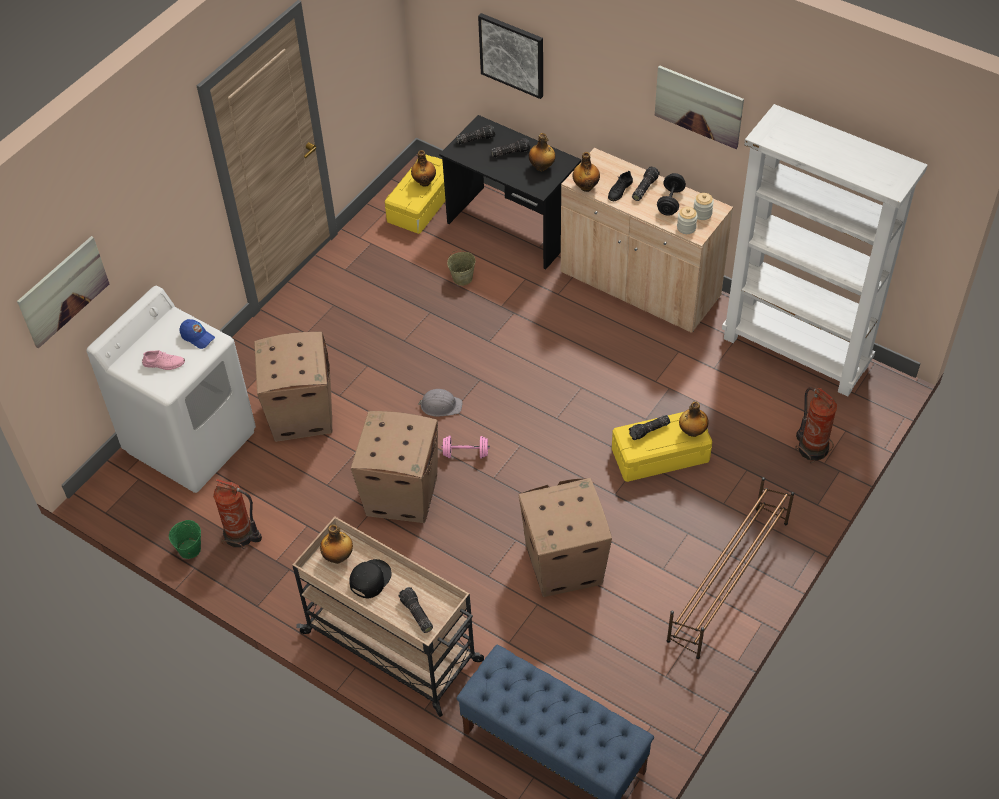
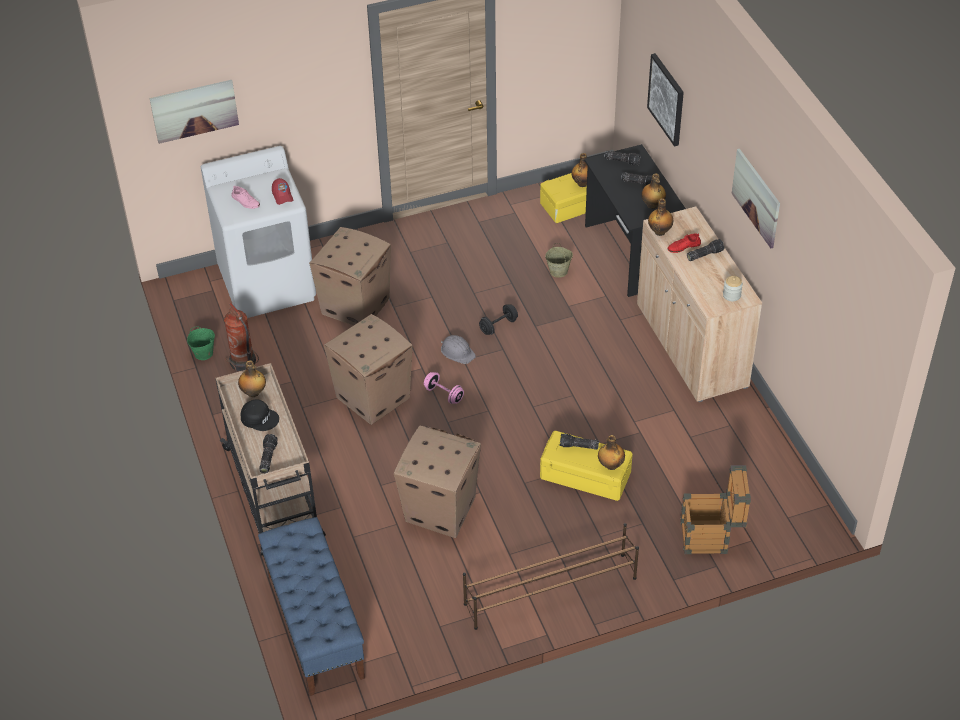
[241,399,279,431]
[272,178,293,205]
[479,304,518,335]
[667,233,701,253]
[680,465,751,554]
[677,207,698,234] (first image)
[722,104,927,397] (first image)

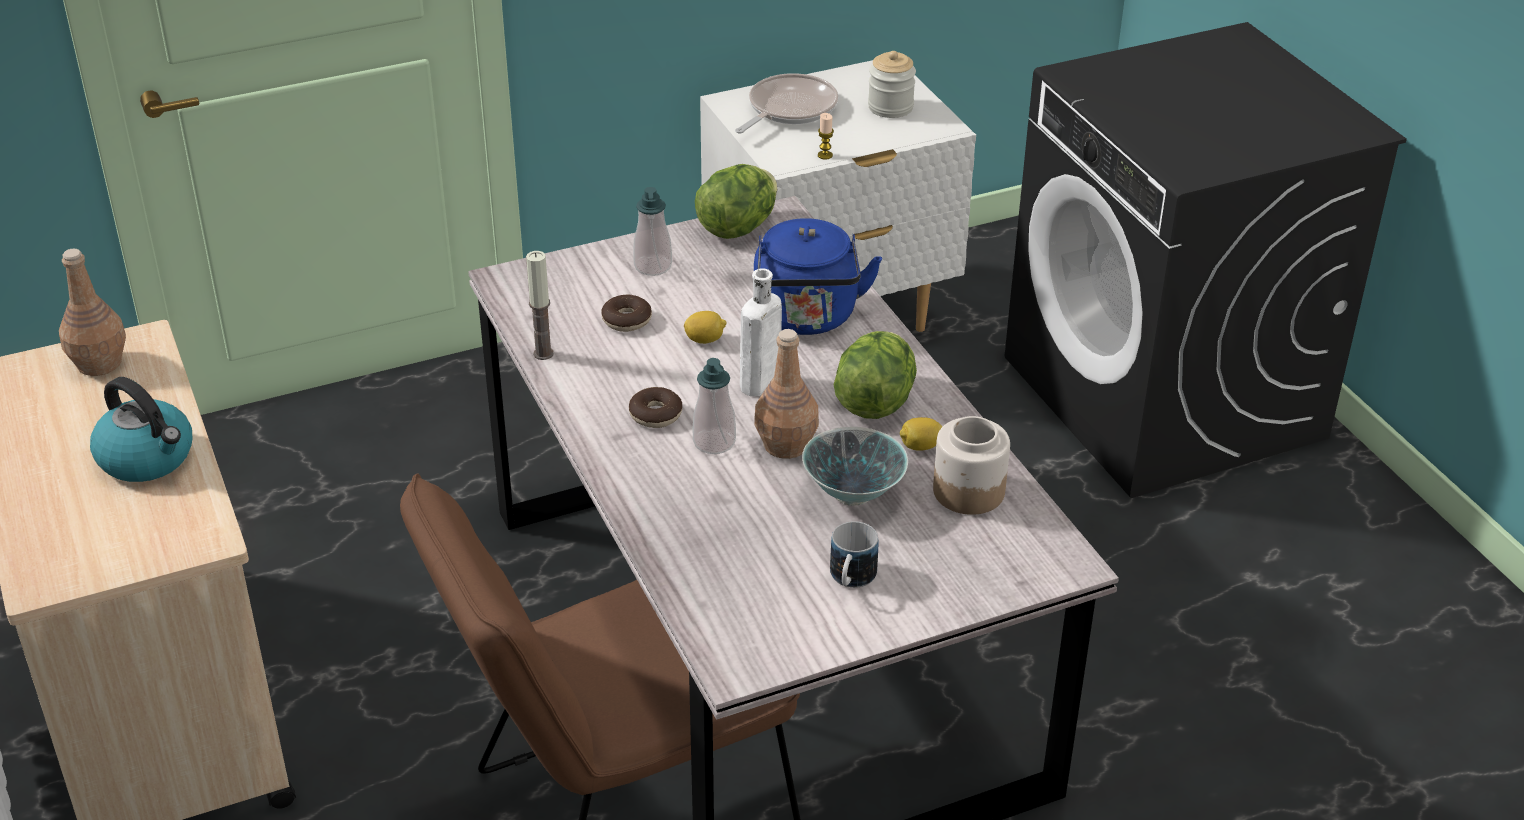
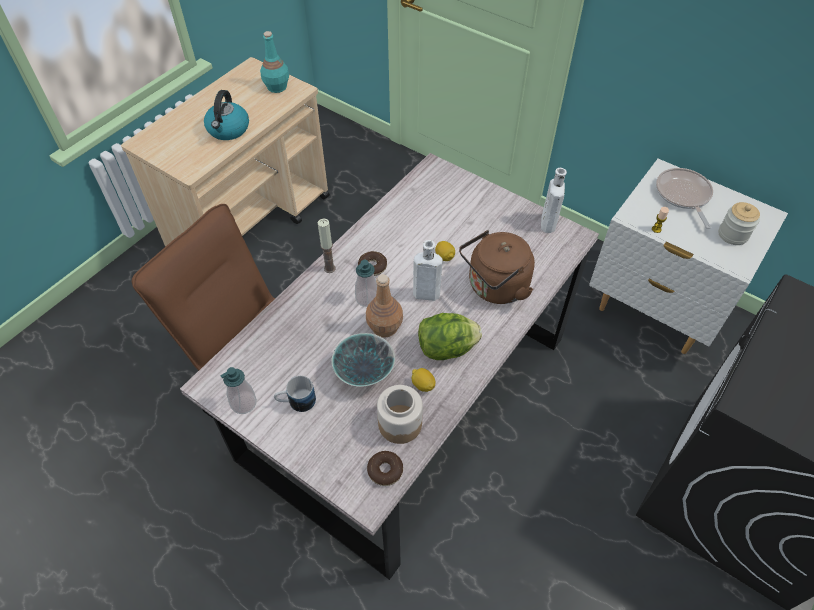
[220,367,257,414]
[260,31,289,93]
[318,219,335,273]
[367,451,403,486]
[459,230,535,304]
[541,168,567,233]
[656,168,713,229]

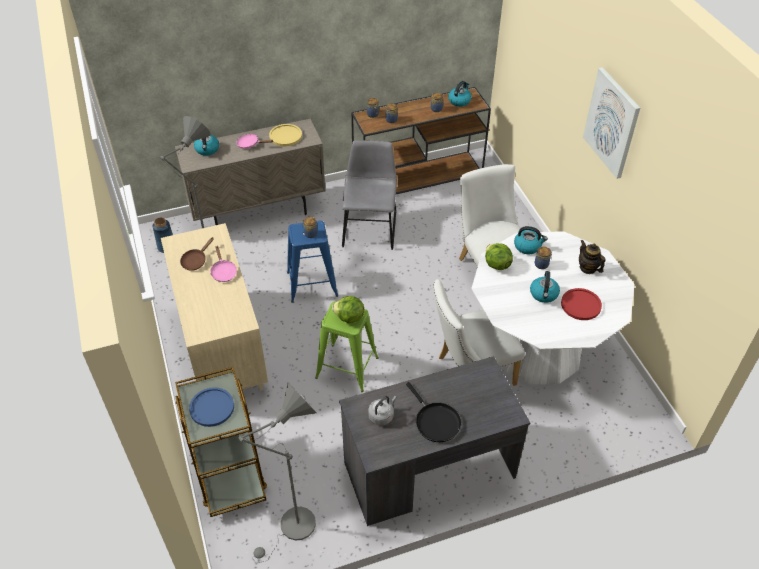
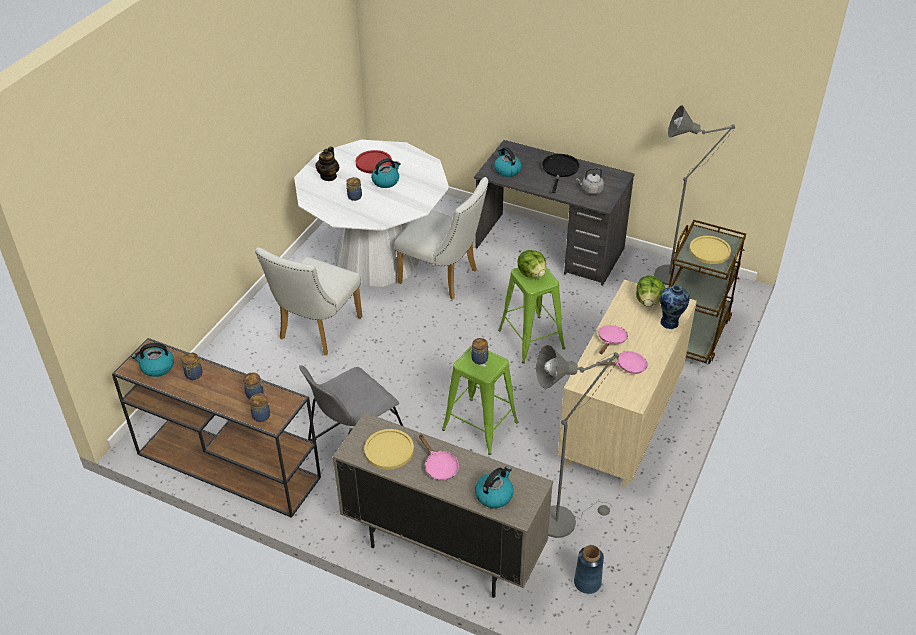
[442,345,518,455]
[494,147,522,177]
[597,351,647,374]
[636,276,665,307]
[660,285,690,329]
[689,236,731,264]
[583,67,640,179] (first image)

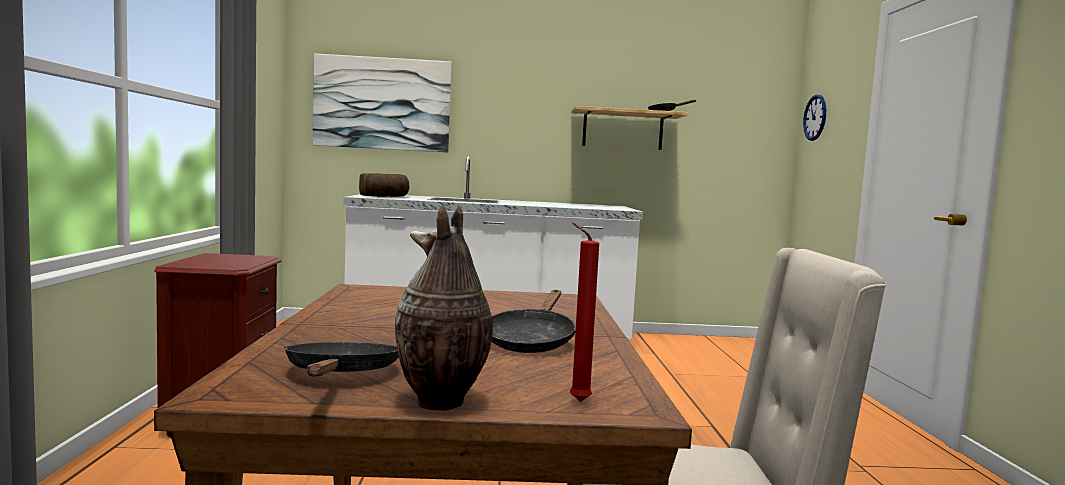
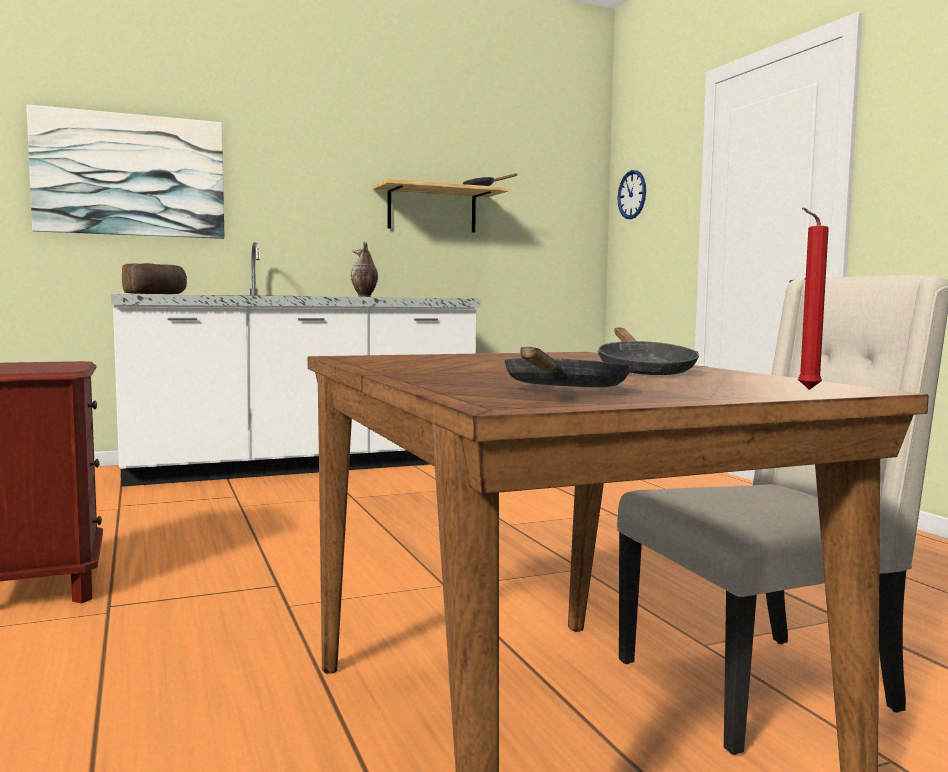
[351,242,378,297]
[504,347,633,387]

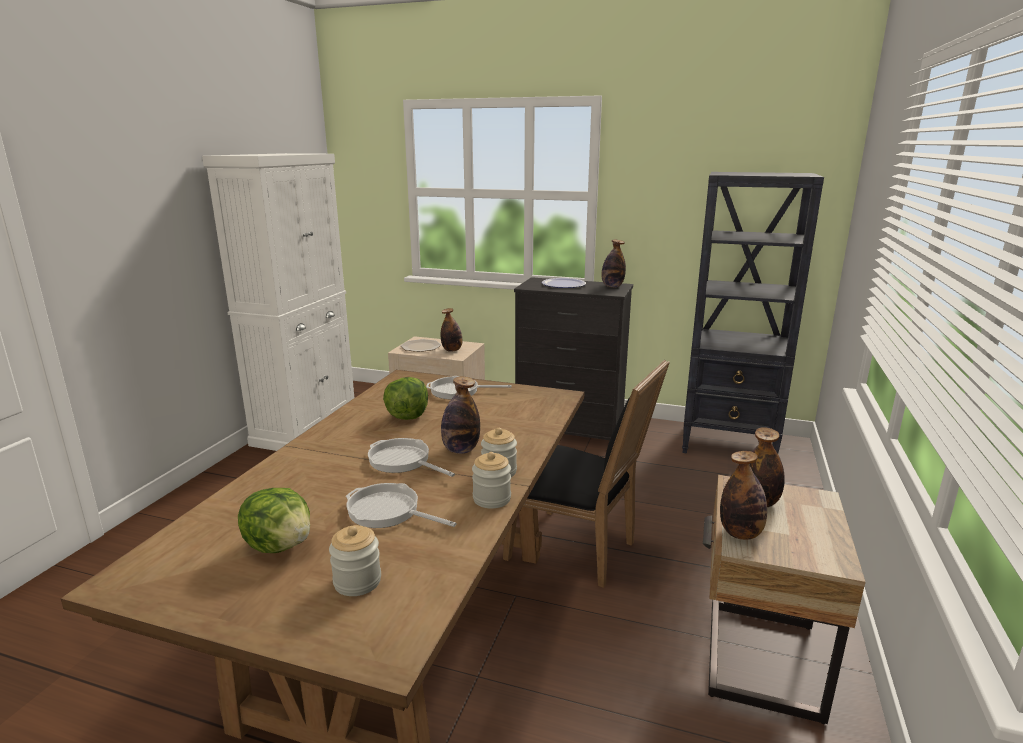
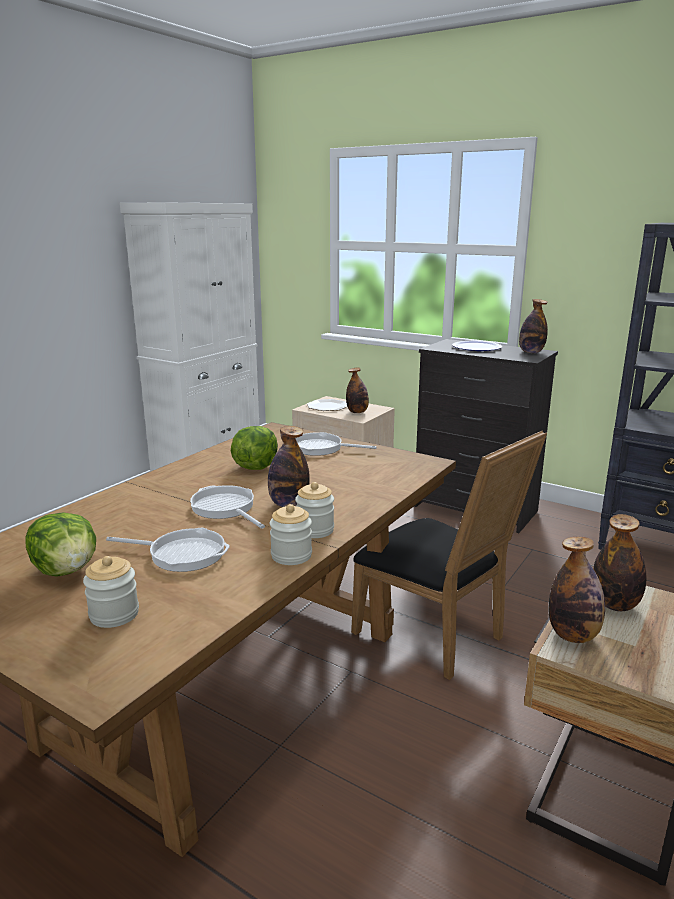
[106,528,230,572]

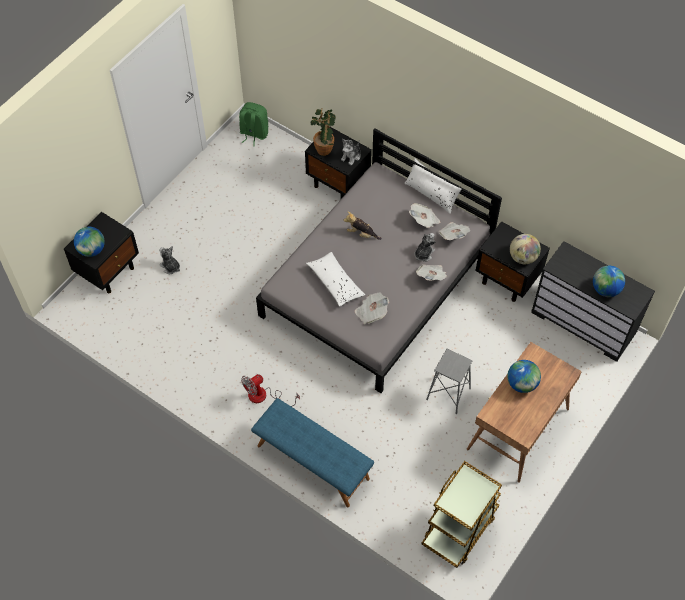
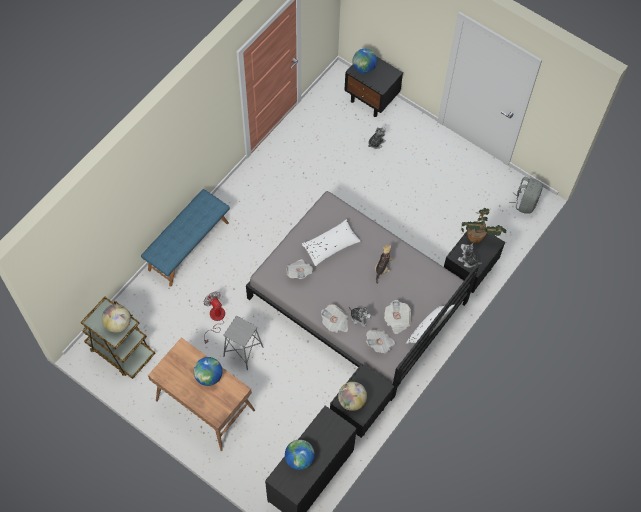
[102,304,131,333]
[204,291,225,344]
[509,177,543,214]

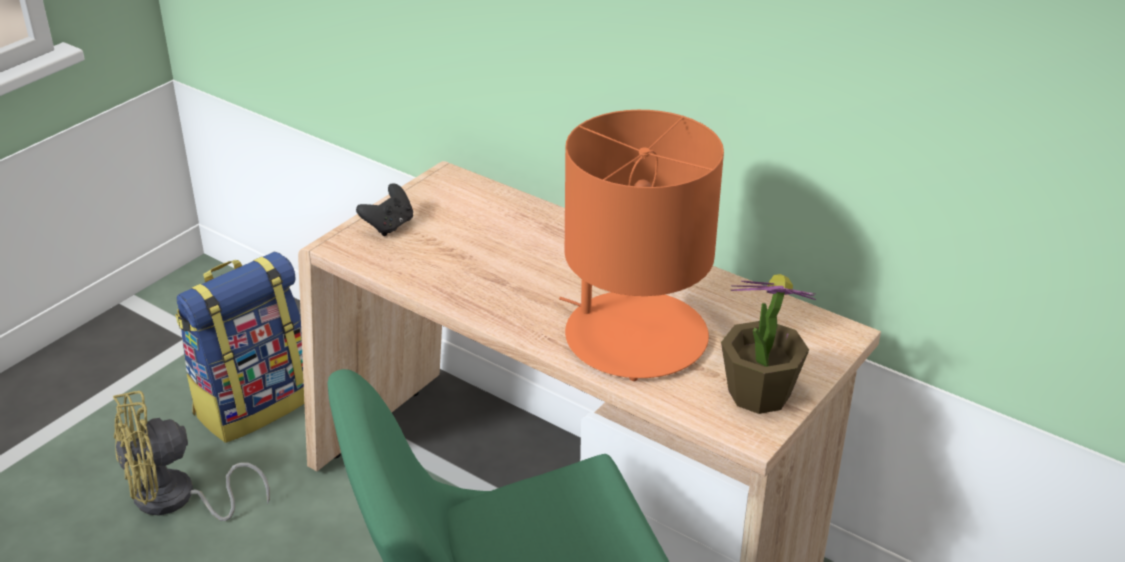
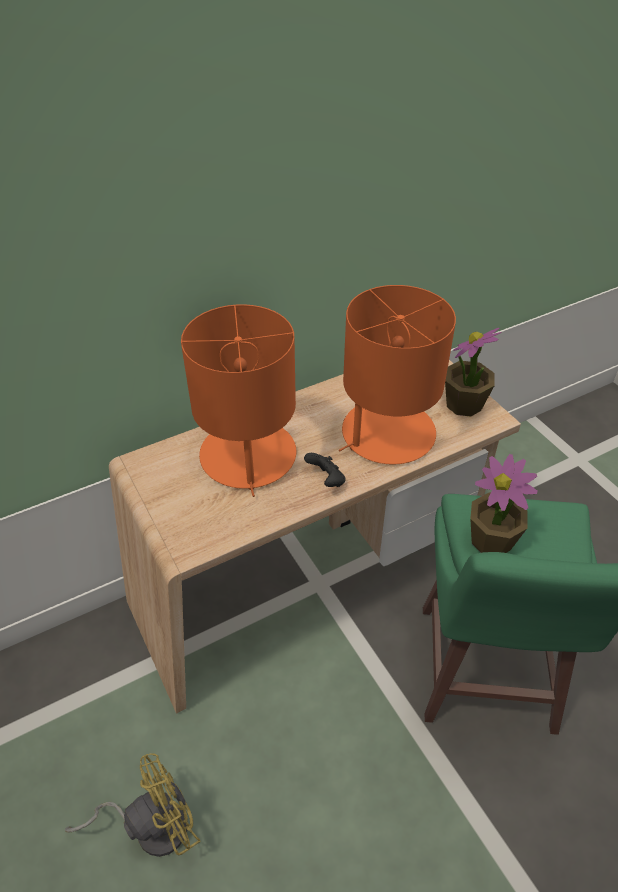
[65,753,201,857]
[181,304,296,497]
[304,453,346,487]
[470,454,538,553]
[175,252,304,443] (first image)

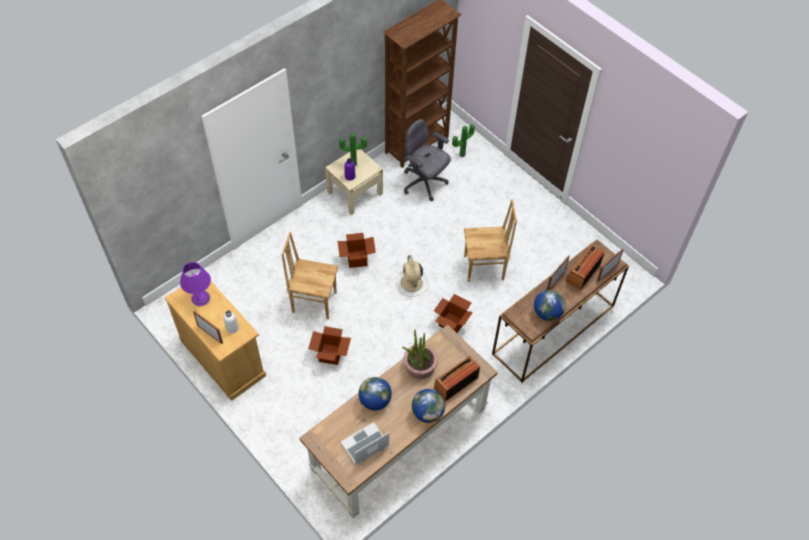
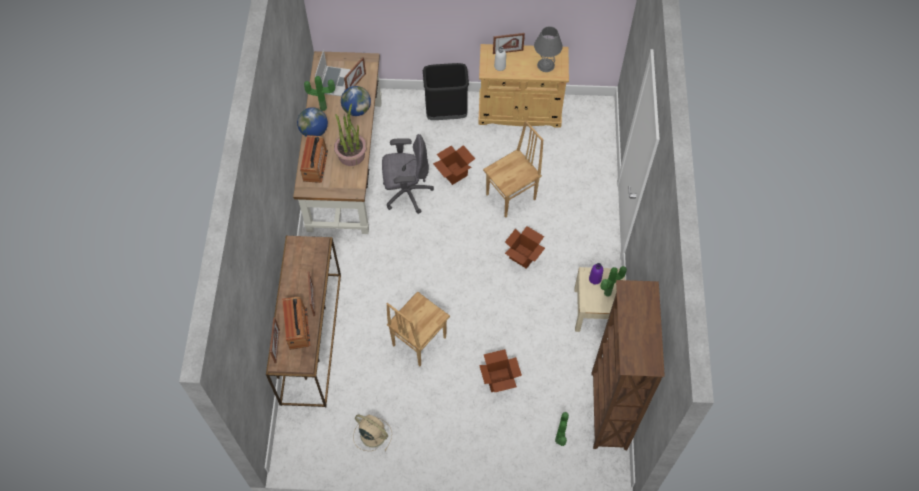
[304,76,335,111]
[344,57,366,89]
[353,415,392,451]
[382,134,434,214]
[423,63,469,120]
[479,349,522,392]
[534,26,563,72]
[534,289,566,321] (first image)

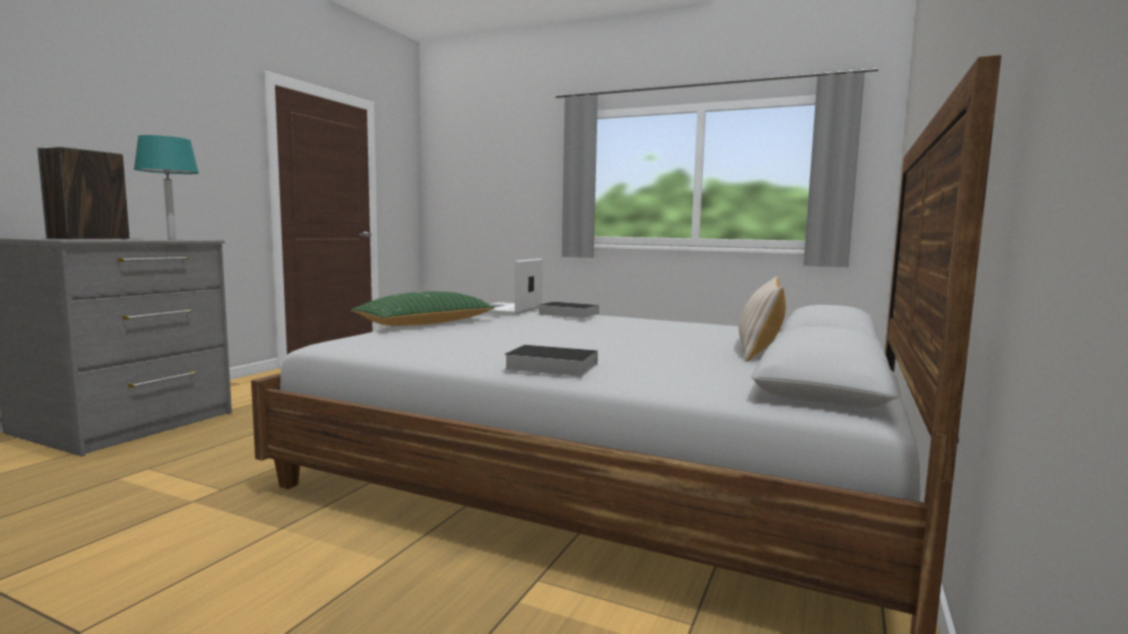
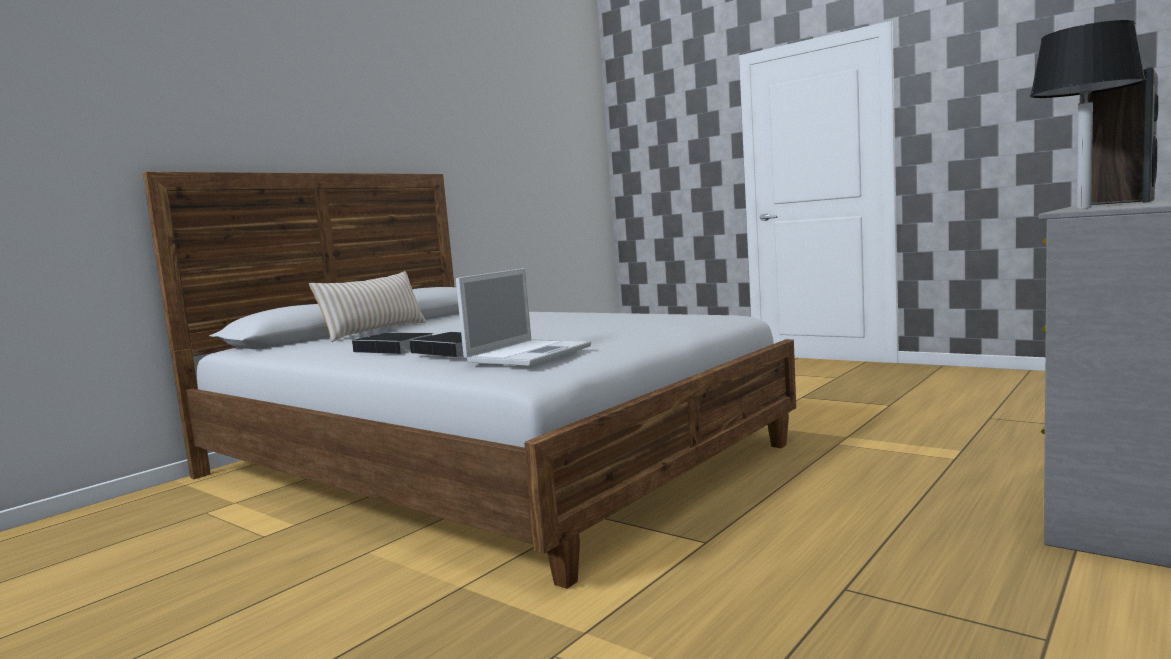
[352,332,434,354]
[1030,20,1146,209]
[351,291,495,326] (first image)

